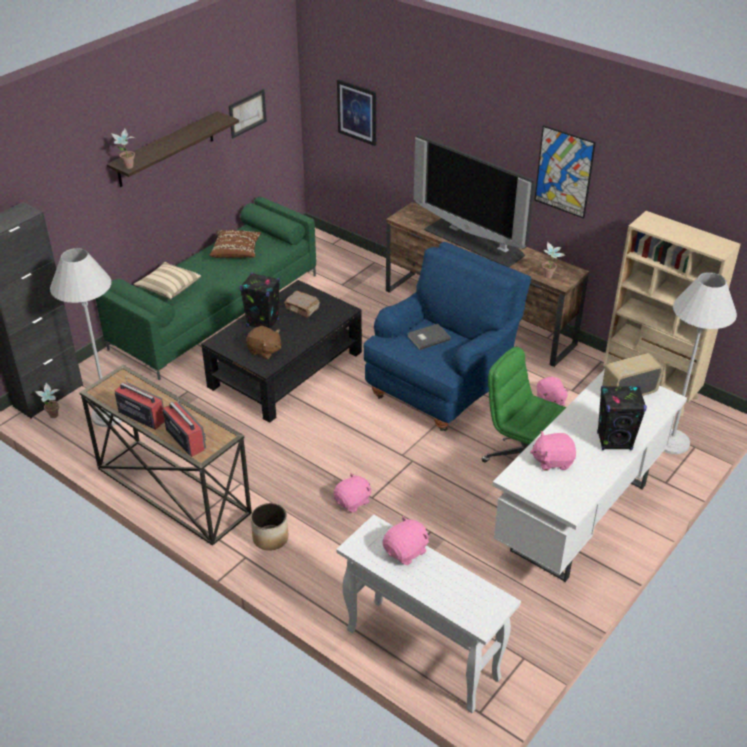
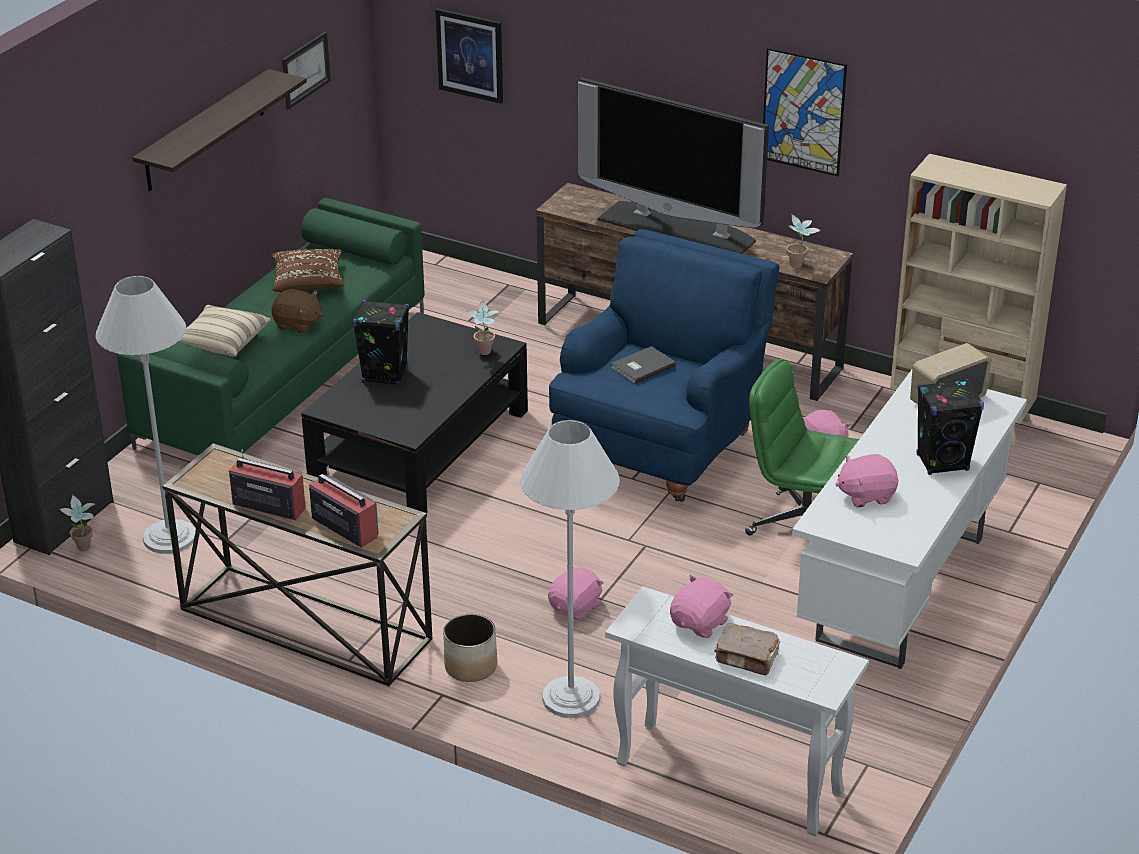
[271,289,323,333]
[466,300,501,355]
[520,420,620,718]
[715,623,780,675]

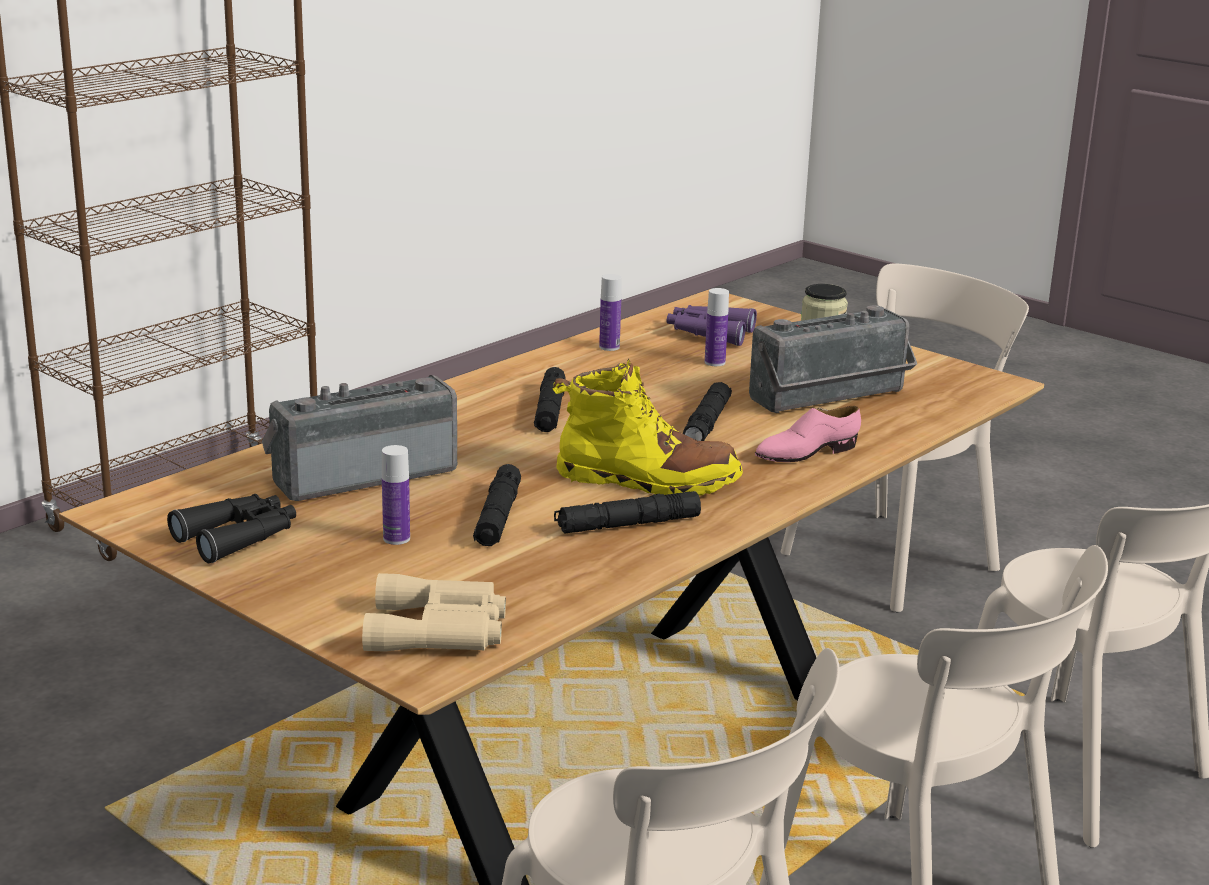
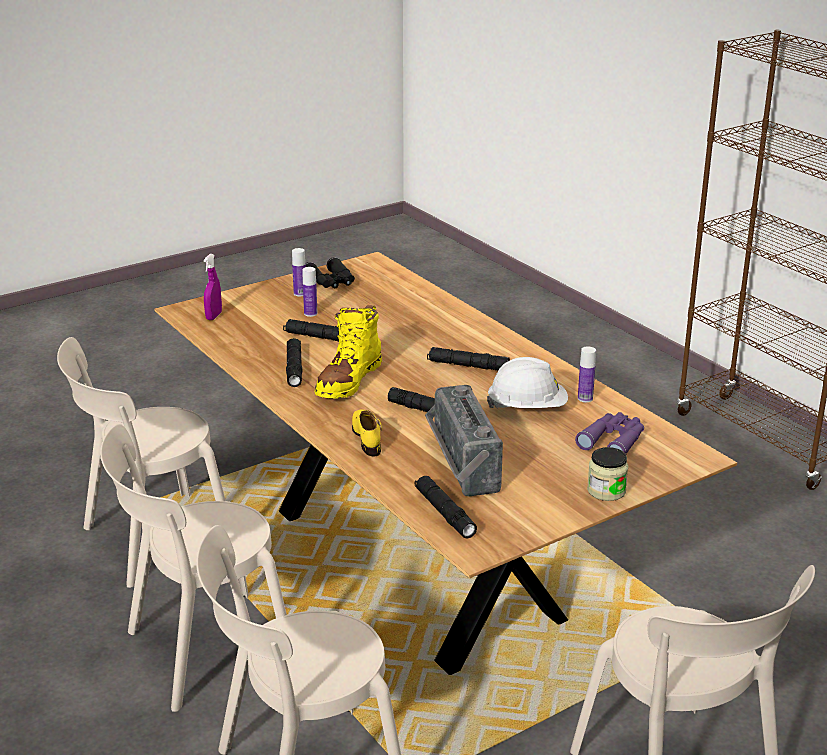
[203,254,222,320]
[292,248,306,297]
[352,410,382,456]
[414,476,477,538]
[487,357,568,409]
[262,375,457,501] (first image)

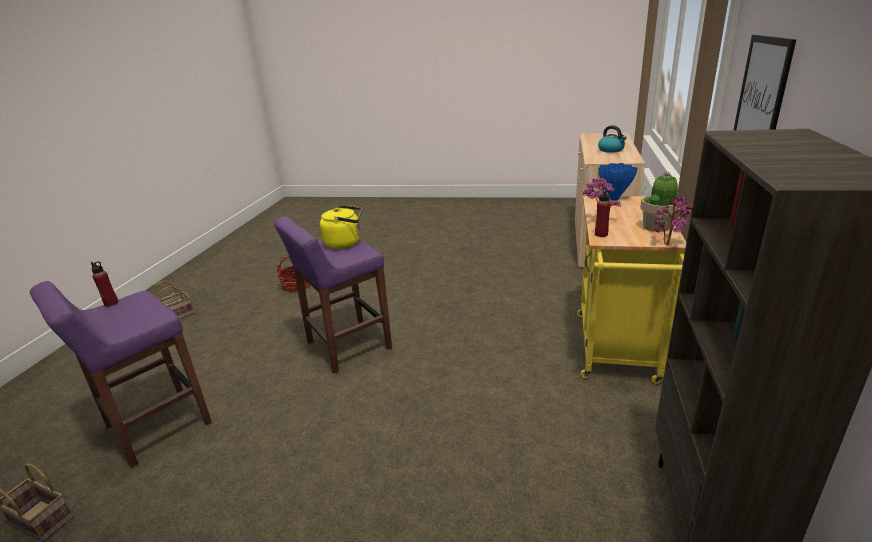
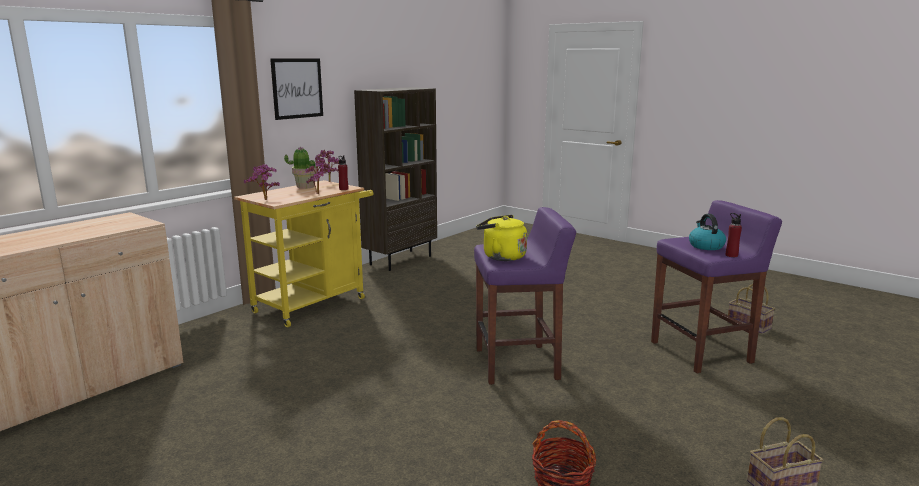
[244,164,280,200]
[689,214,726,250]

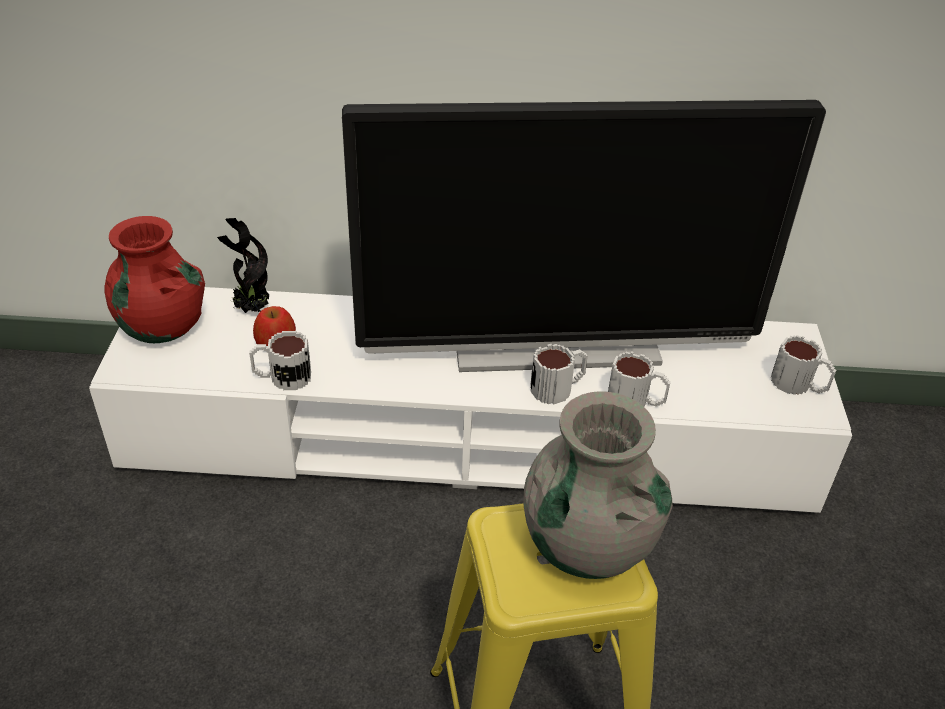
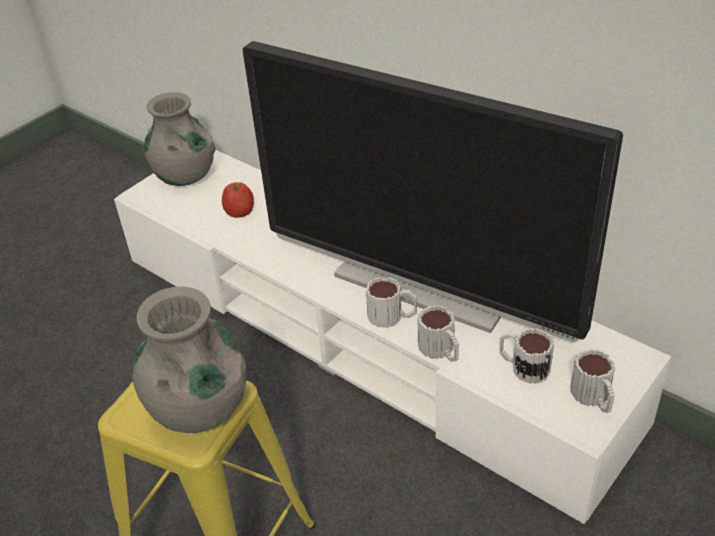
[144,92,216,186]
[499,328,554,384]
[217,218,270,313] (first image)

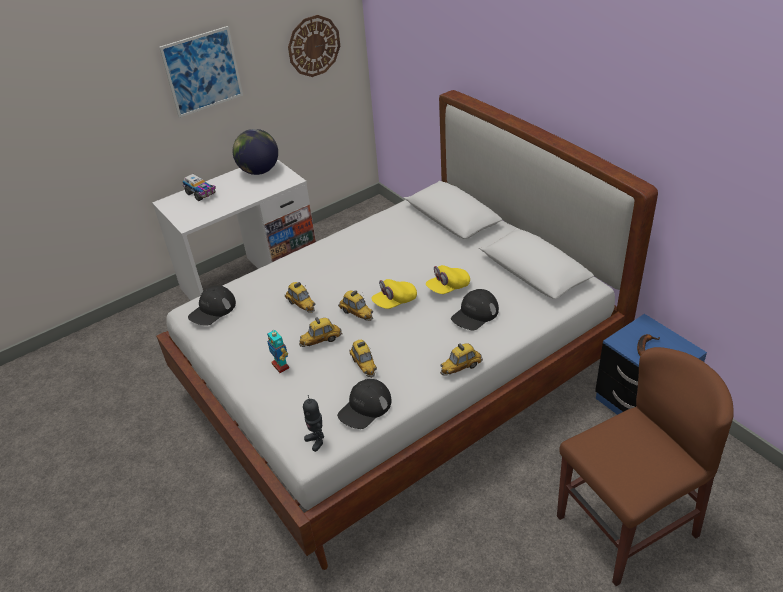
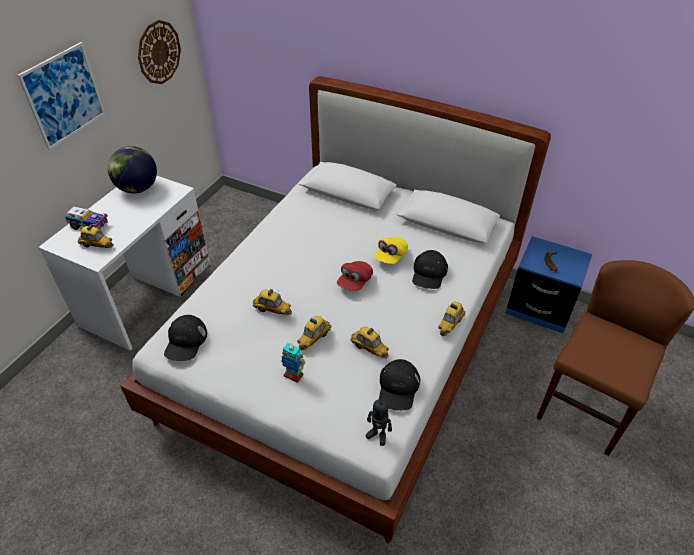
[78,224,114,248]
[337,261,373,291]

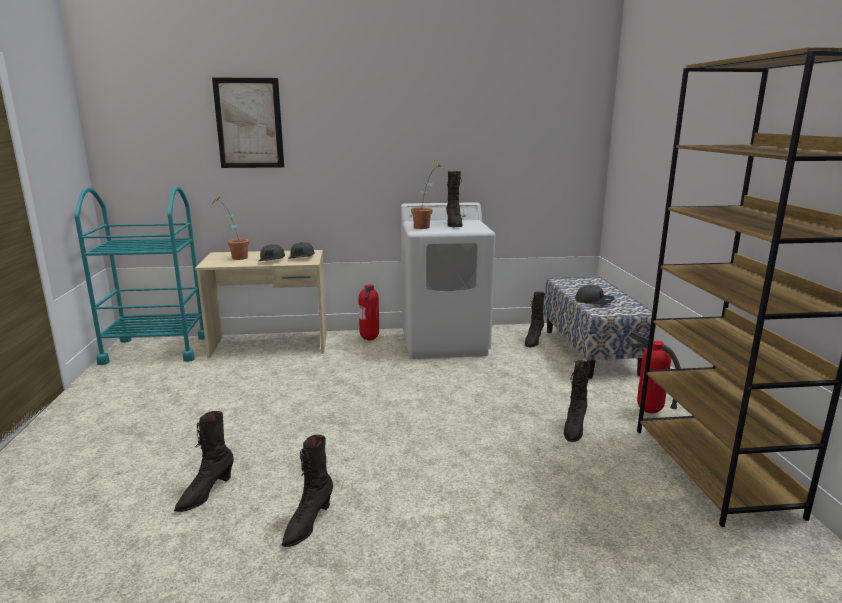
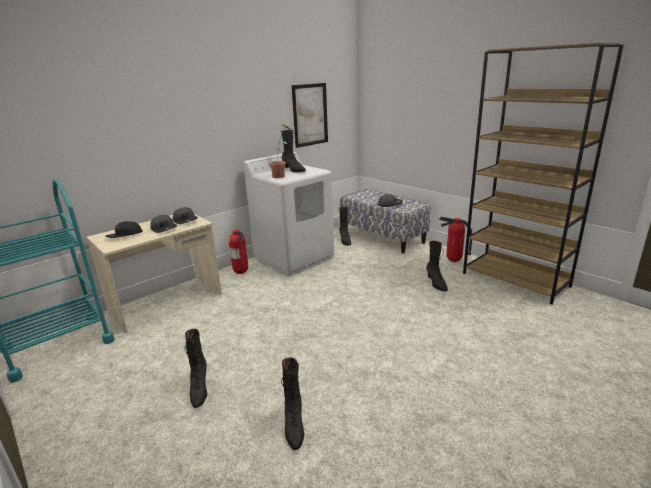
[105,221,143,238]
[185,329,207,408]
[291,83,328,148]

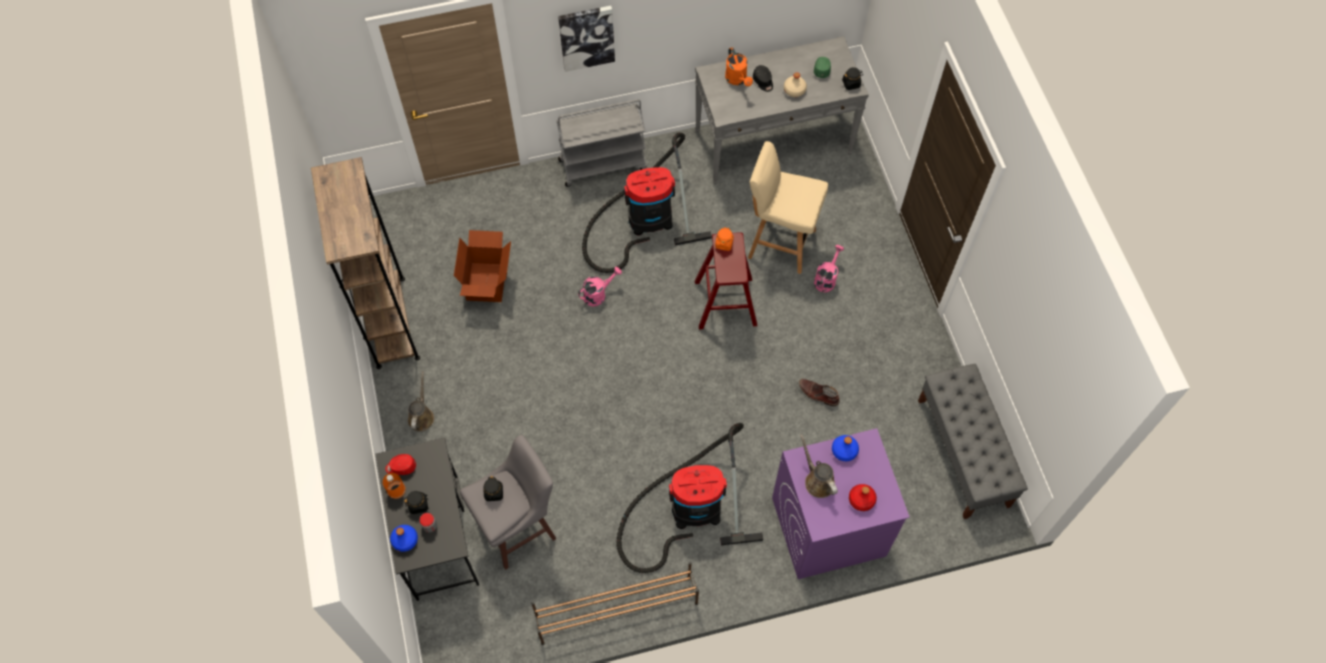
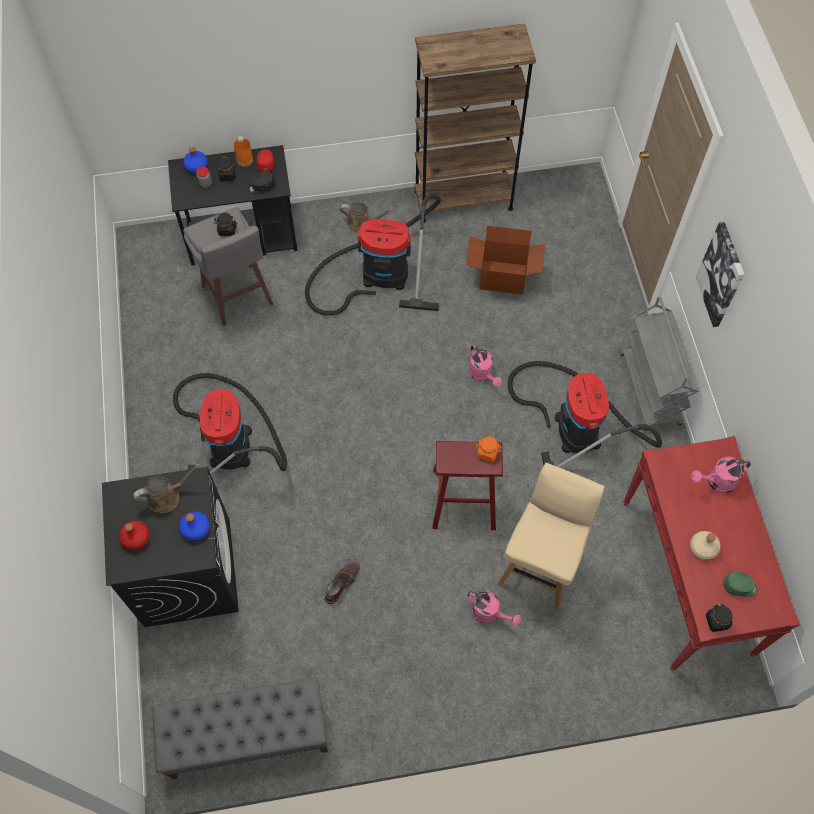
[102,467,239,627]
[248,171,275,194]
[305,194,441,316]
[623,436,800,671]
[691,457,751,493]
[531,562,699,645] (first image)

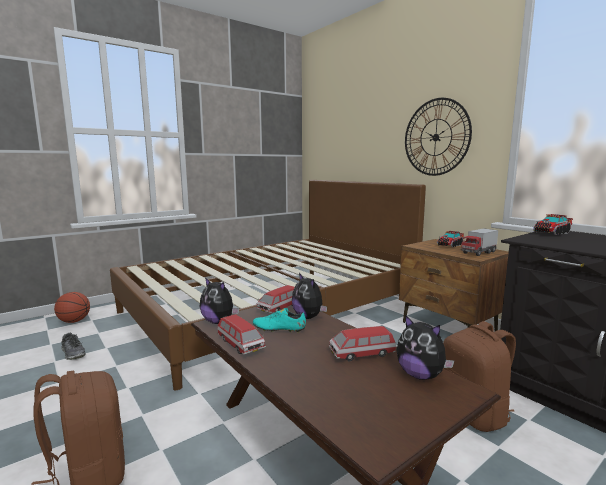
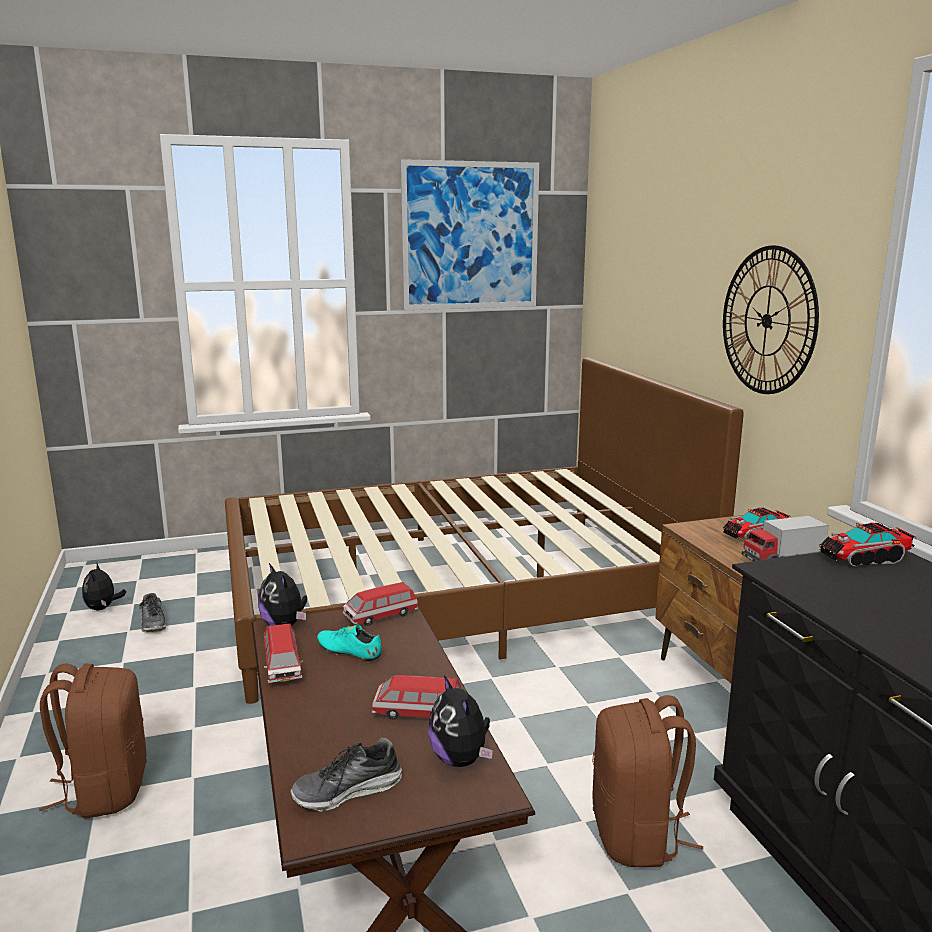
[82,562,126,610]
[291,738,402,812]
[400,159,539,310]
[54,292,90,323] (first image)

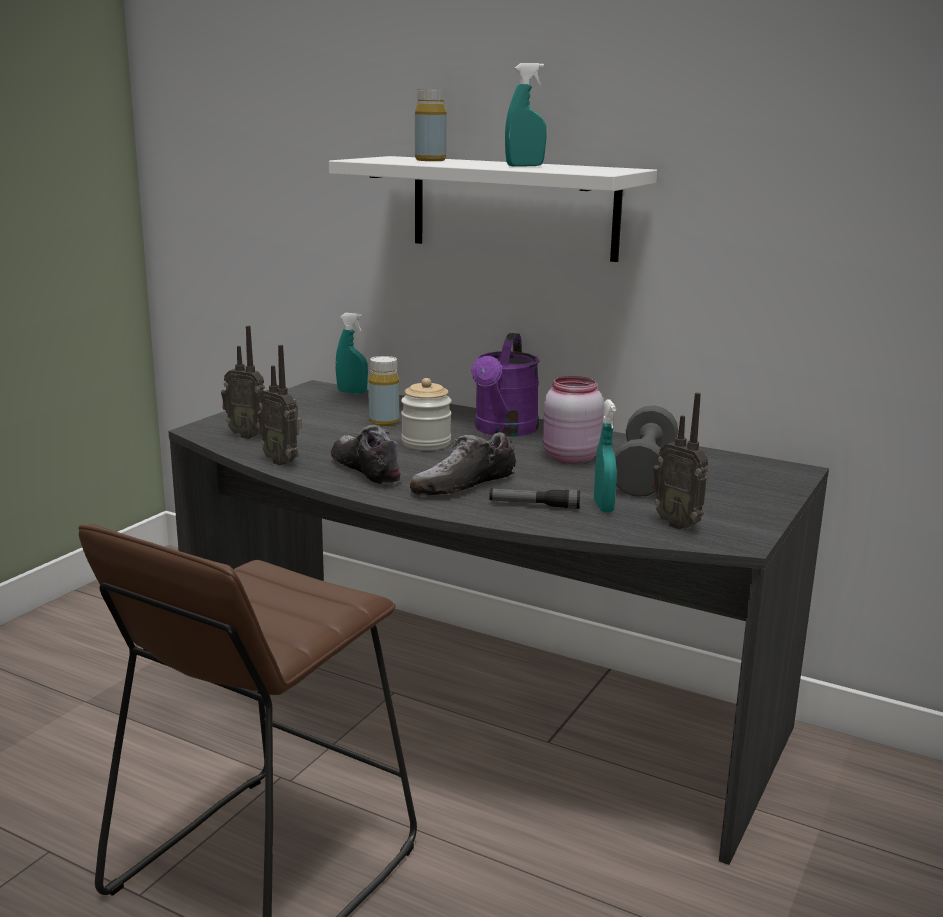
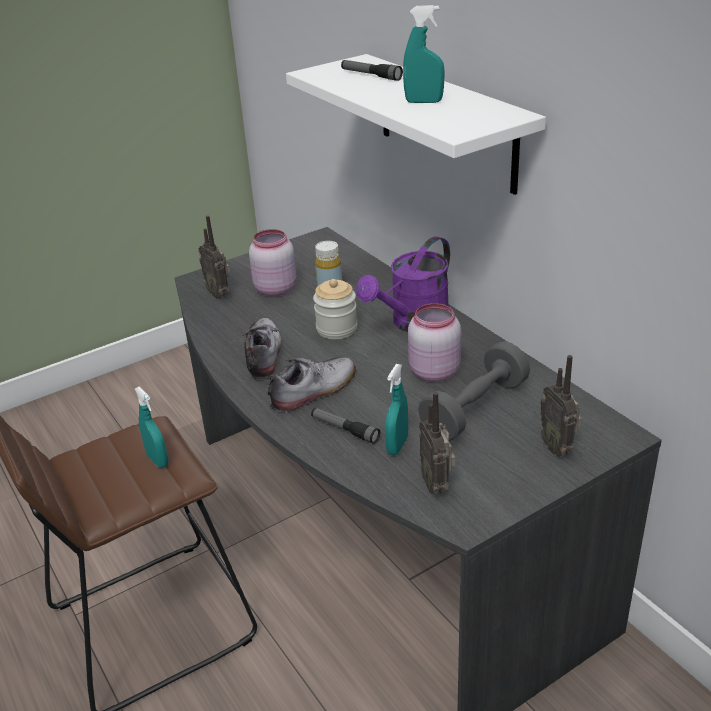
[135,386,169,468]
[249,229,297,296]
[267,357,356,413]
[341,60,403,81]
[540,355,582,457]

